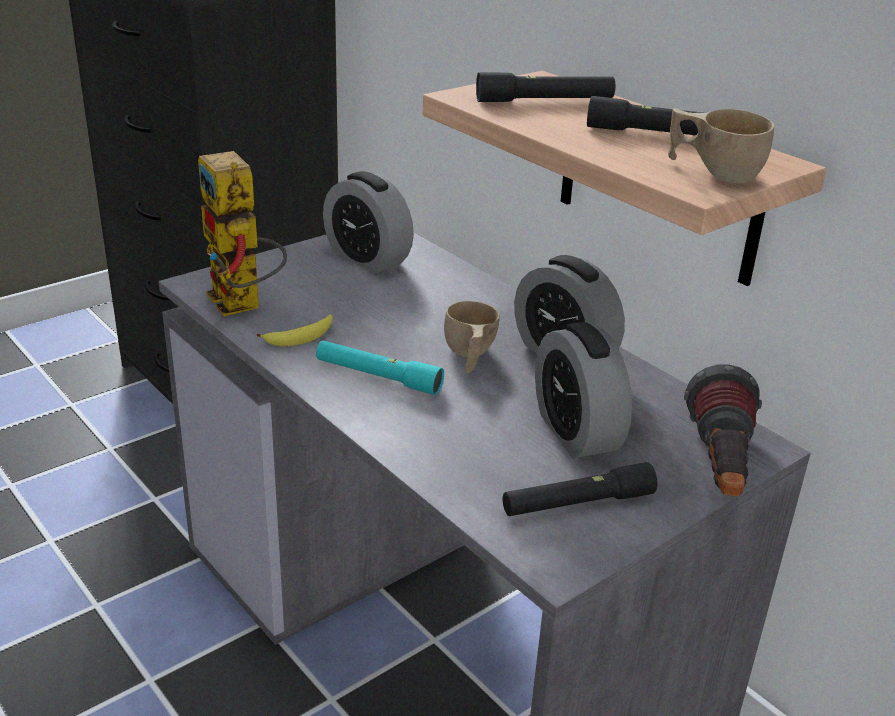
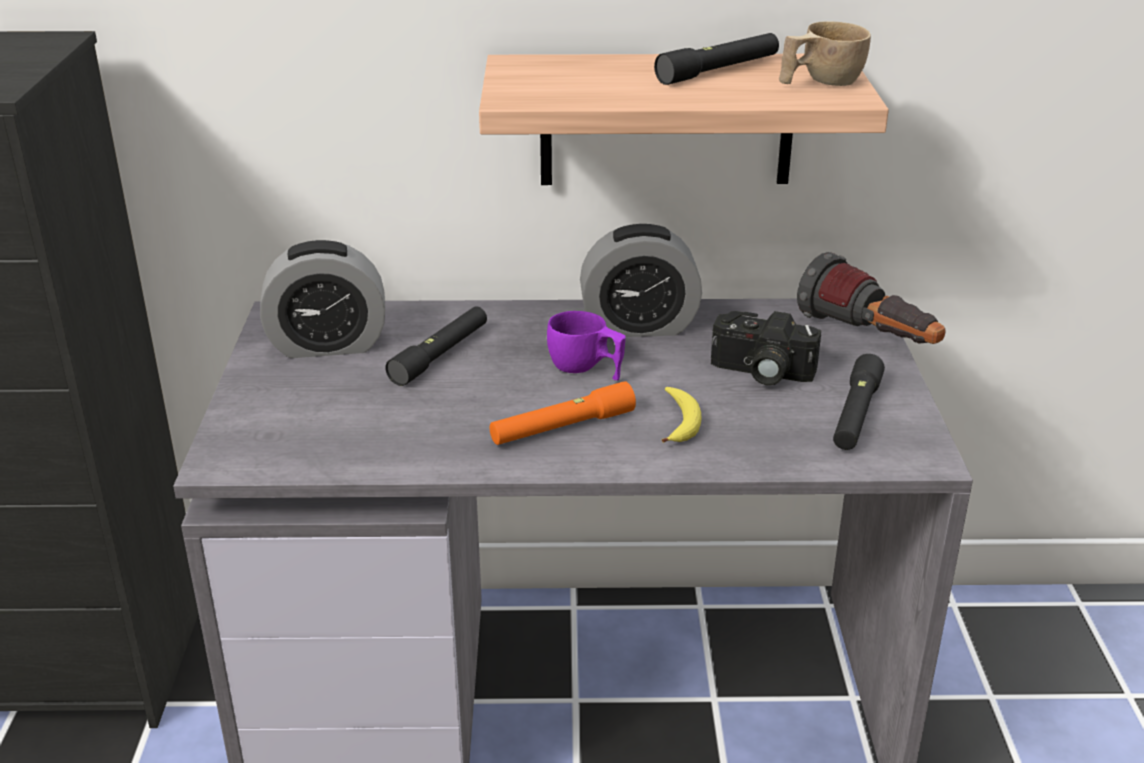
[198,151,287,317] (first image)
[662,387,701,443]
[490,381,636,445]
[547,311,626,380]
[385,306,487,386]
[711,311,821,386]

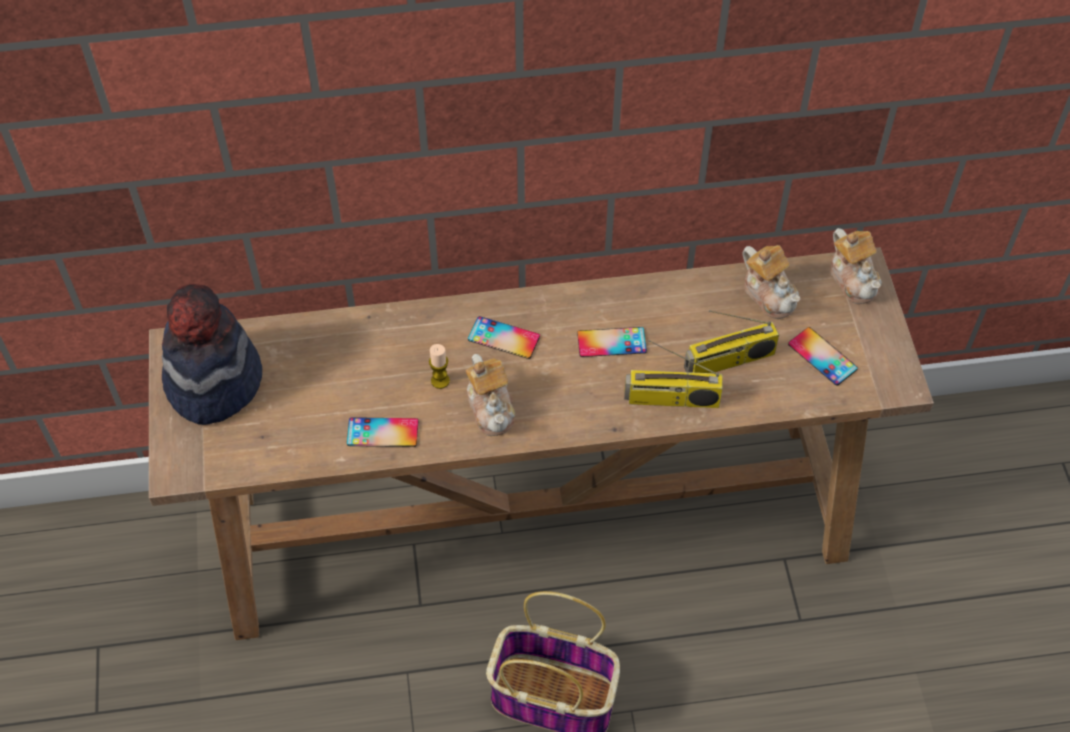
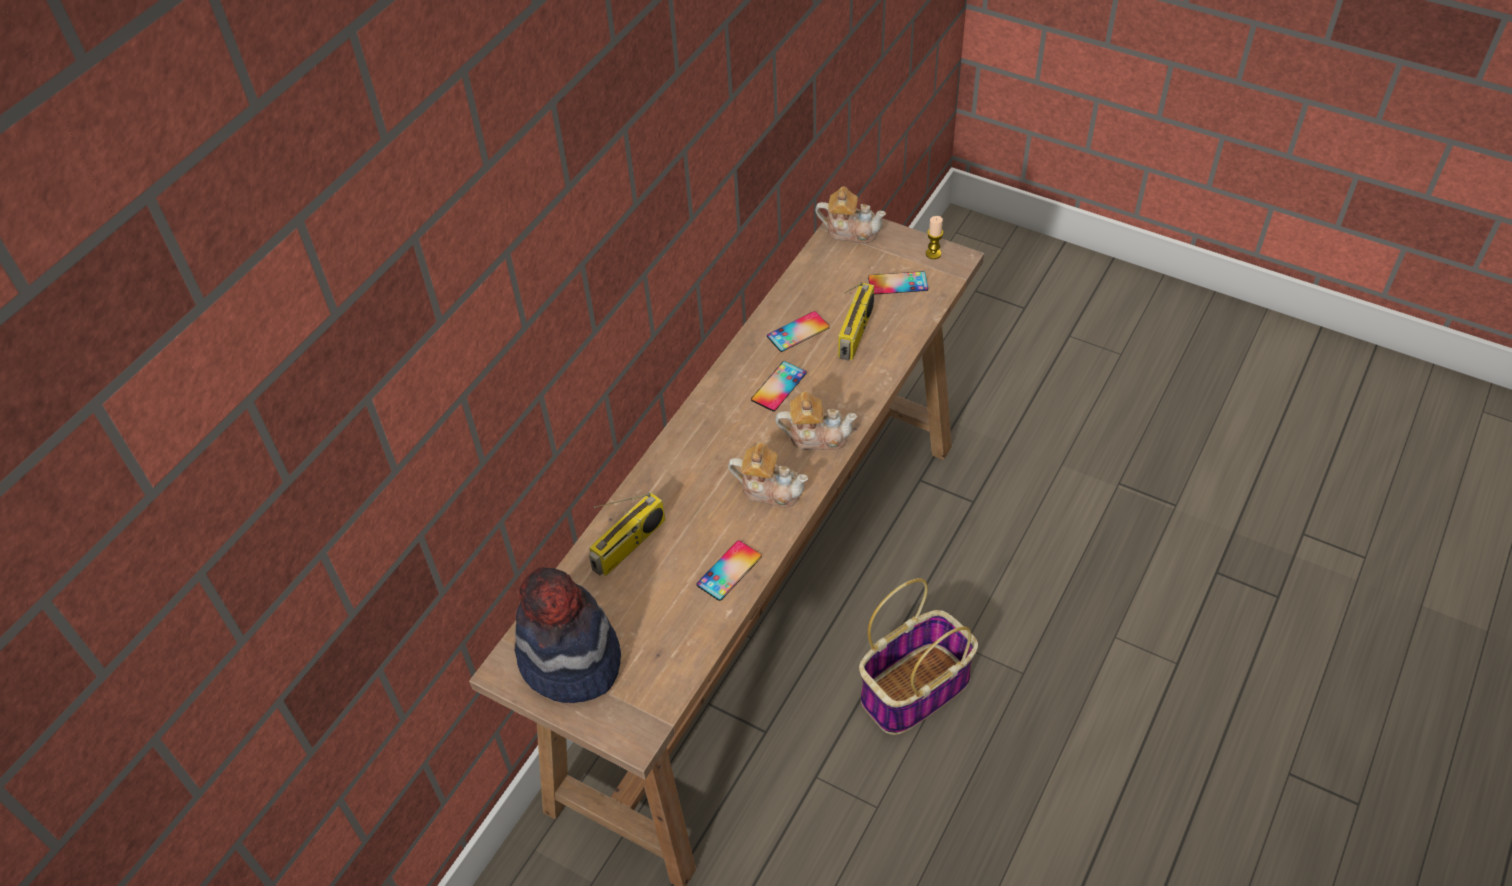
[926,216,943,259]
[767,311,830,352]
[589,492,665,576]
[775,391,857,450]

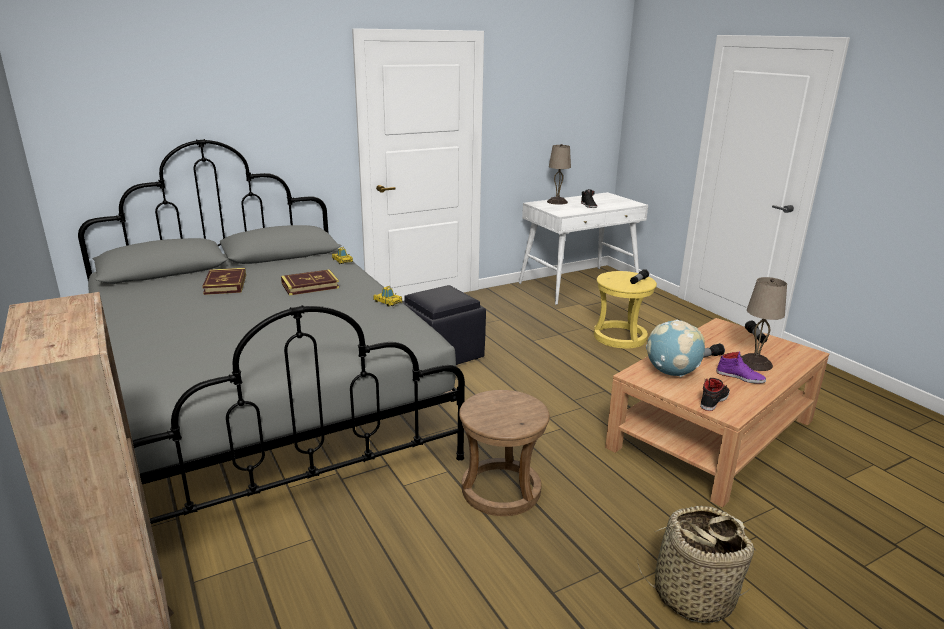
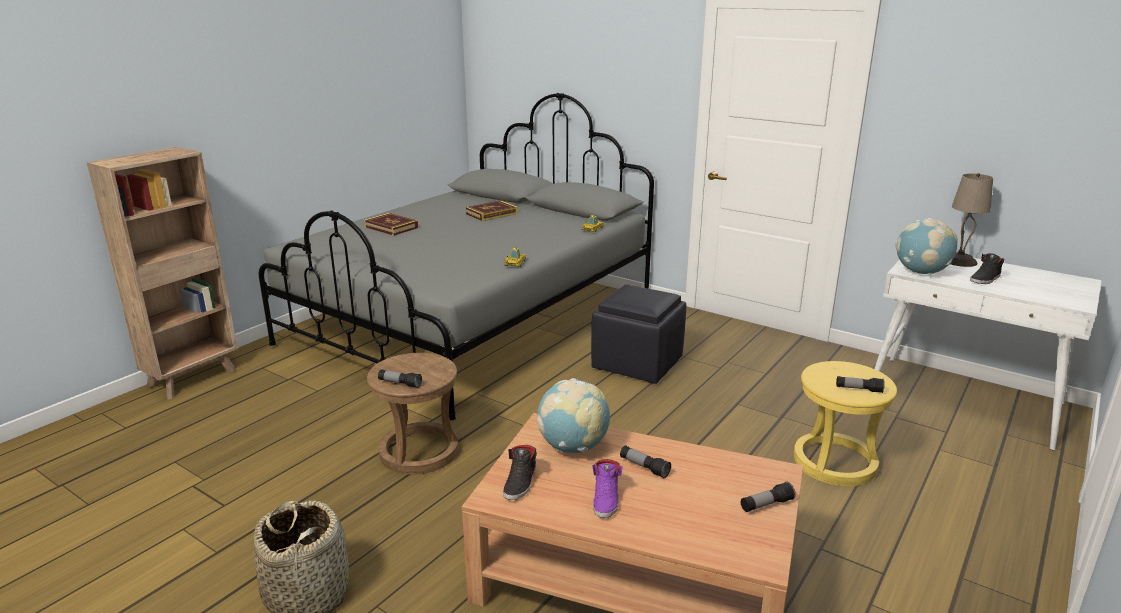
[364,213,418,236]
[503,445,537,500]
[742,277,787,371] (first image)
[378,369,422,388]
[895,218,958,275]

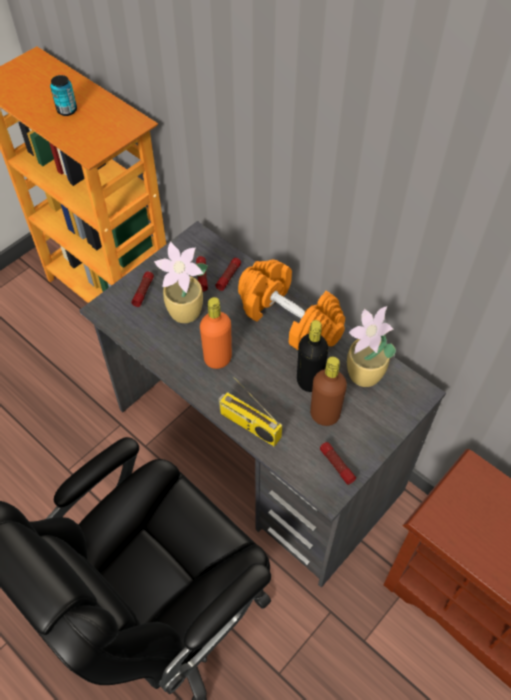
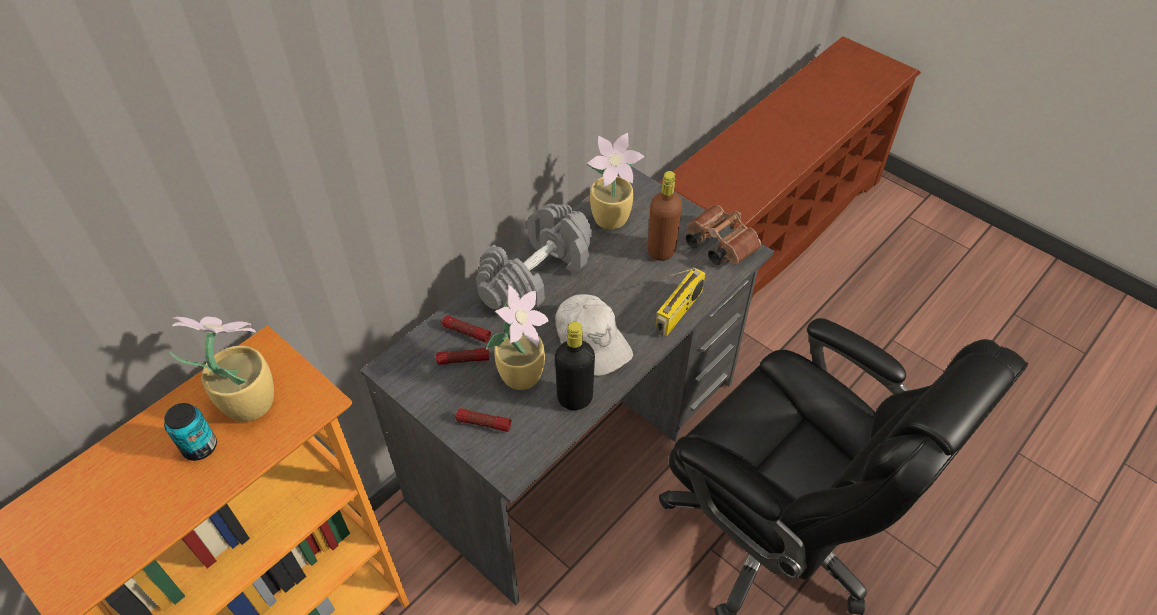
[555,294,633,376]
[476,204,592,311]
[555,322,595,410]
[686,205,761,265]
[170,317,274,422]

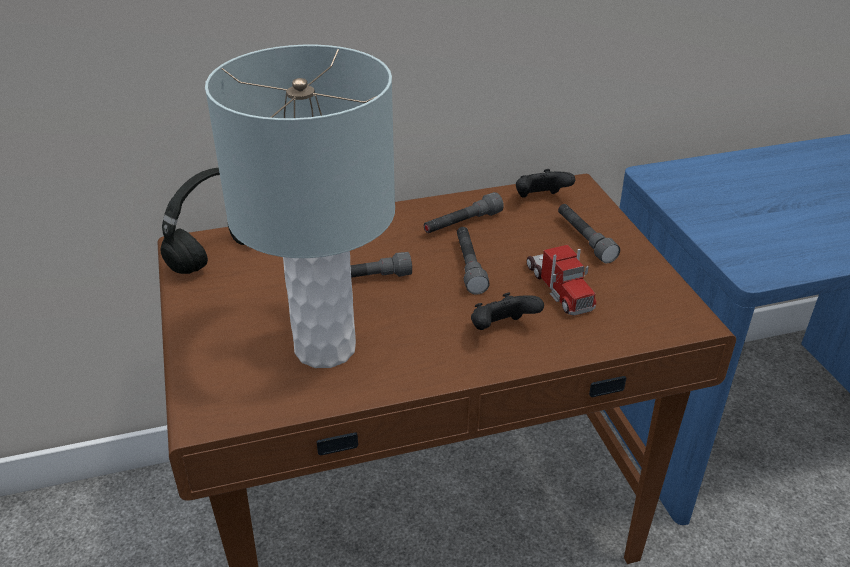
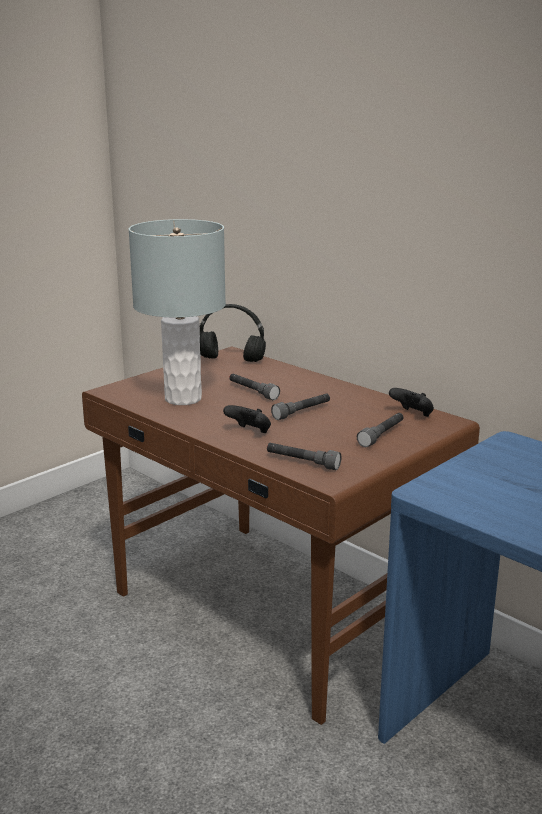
[267,443,341,470]
[527,245,596,316] (first image)

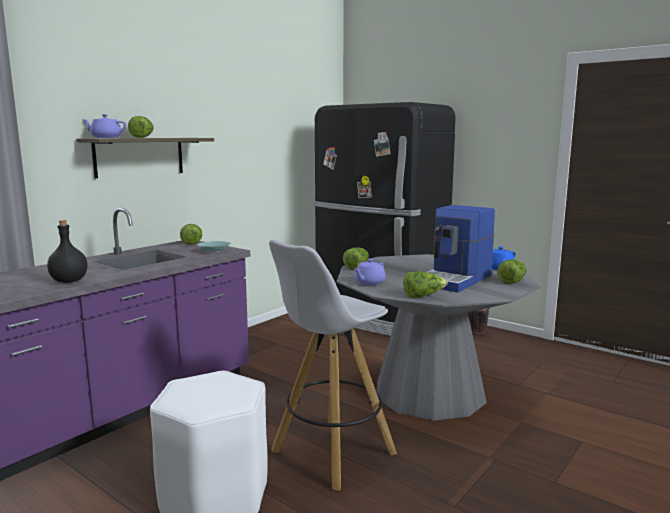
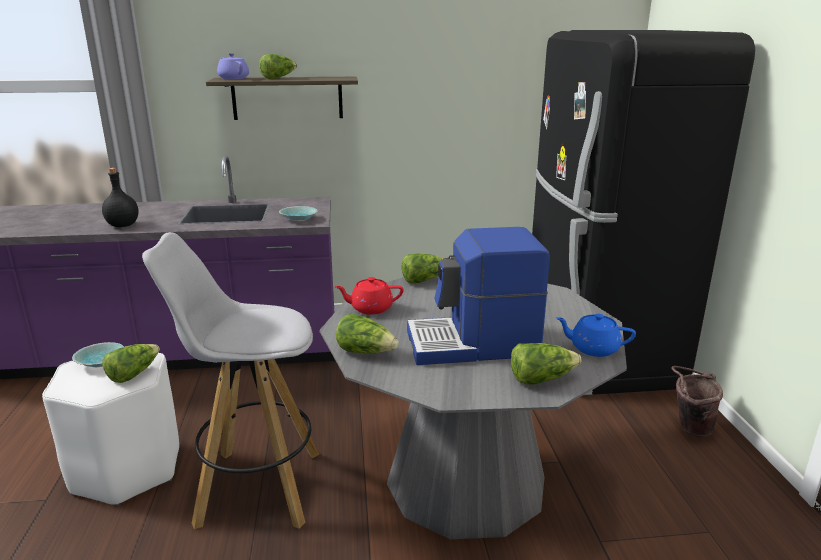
[102,344,160,383]
[334,277,403,315]
[72,342,124,367]

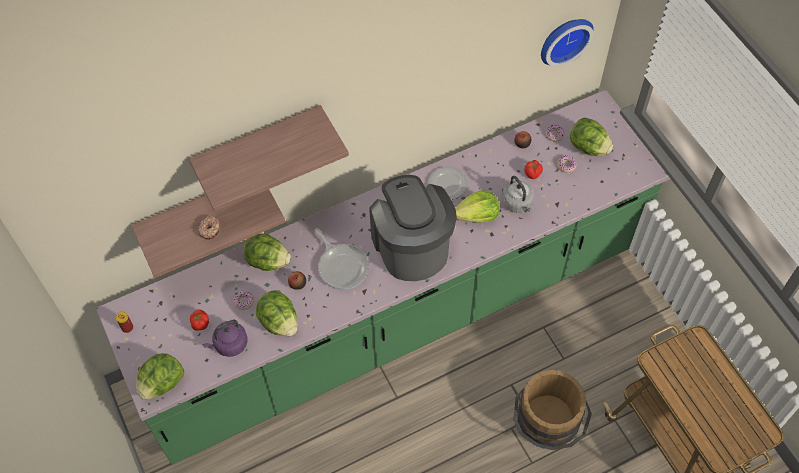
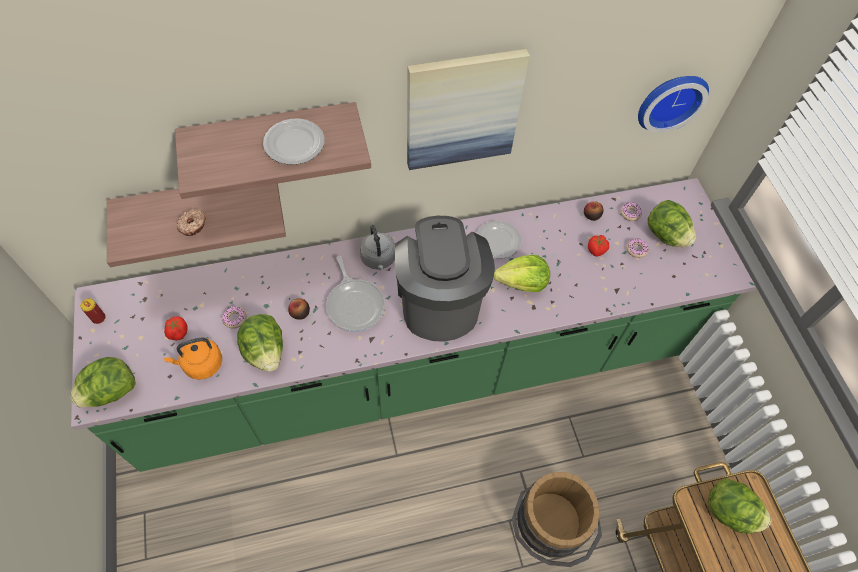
[164,337,222,380]
[708,478,772,533]
[359,225,395,270]
[263,119,325,165]
[407,49,530,170]

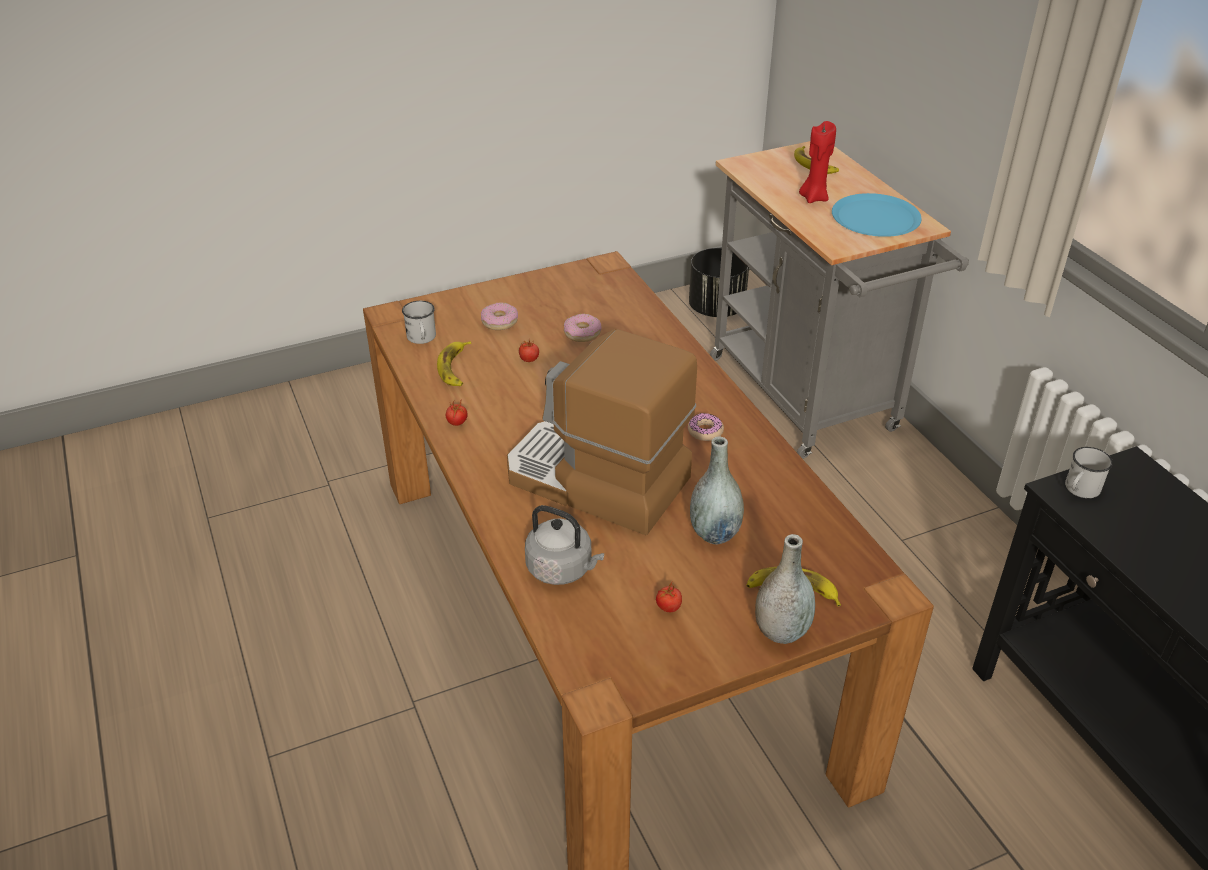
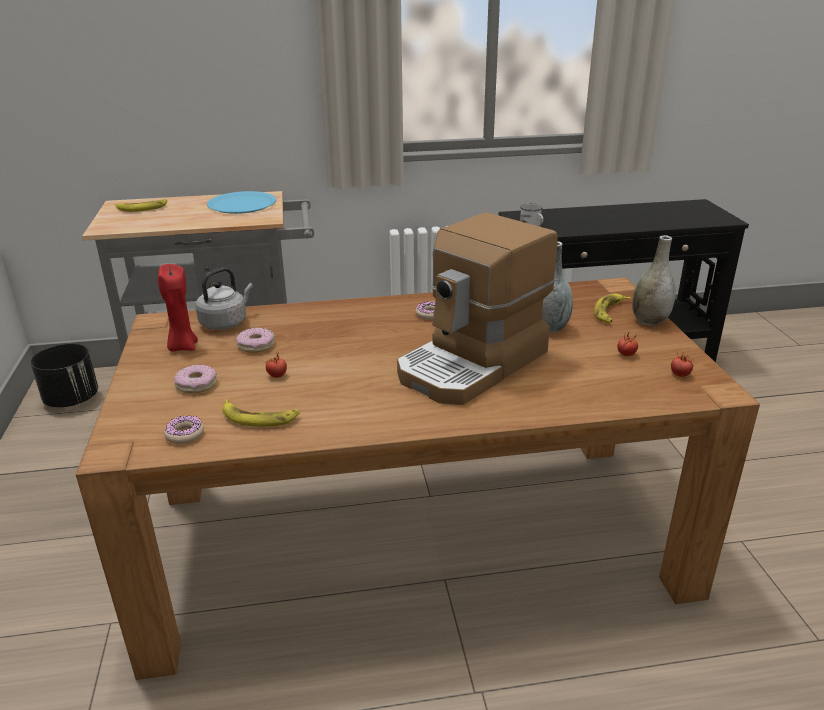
[164,416,204,444]
[671,352,694,377]
[195,267,253,330]
[158,264,198,351]

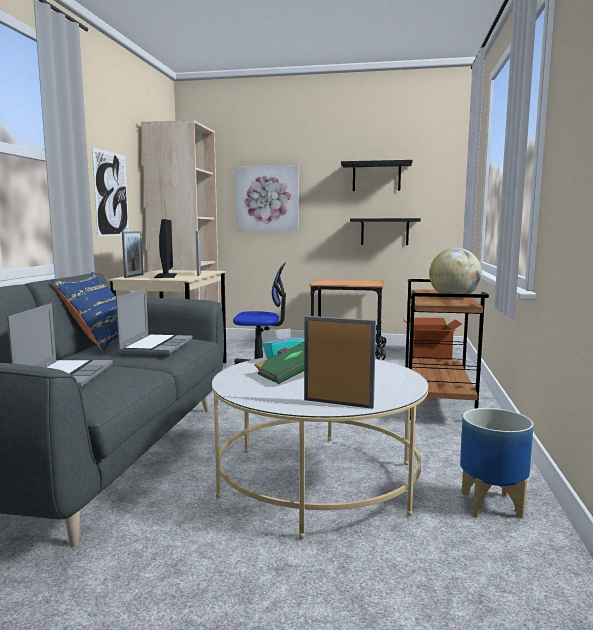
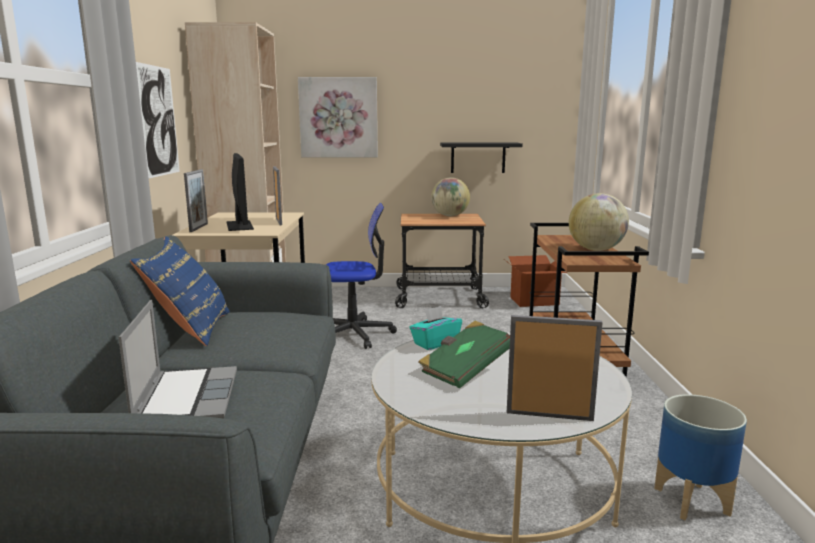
[116,288,192,355] (first image)
[341,160,412,191] (first image)
[431,177,470,216]

